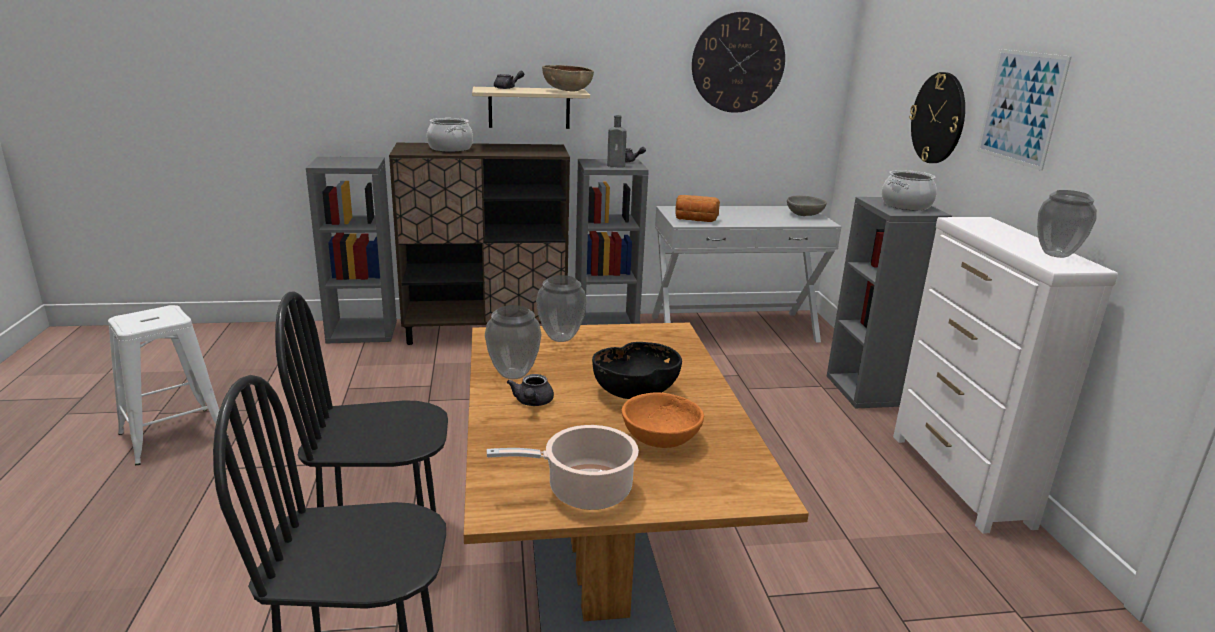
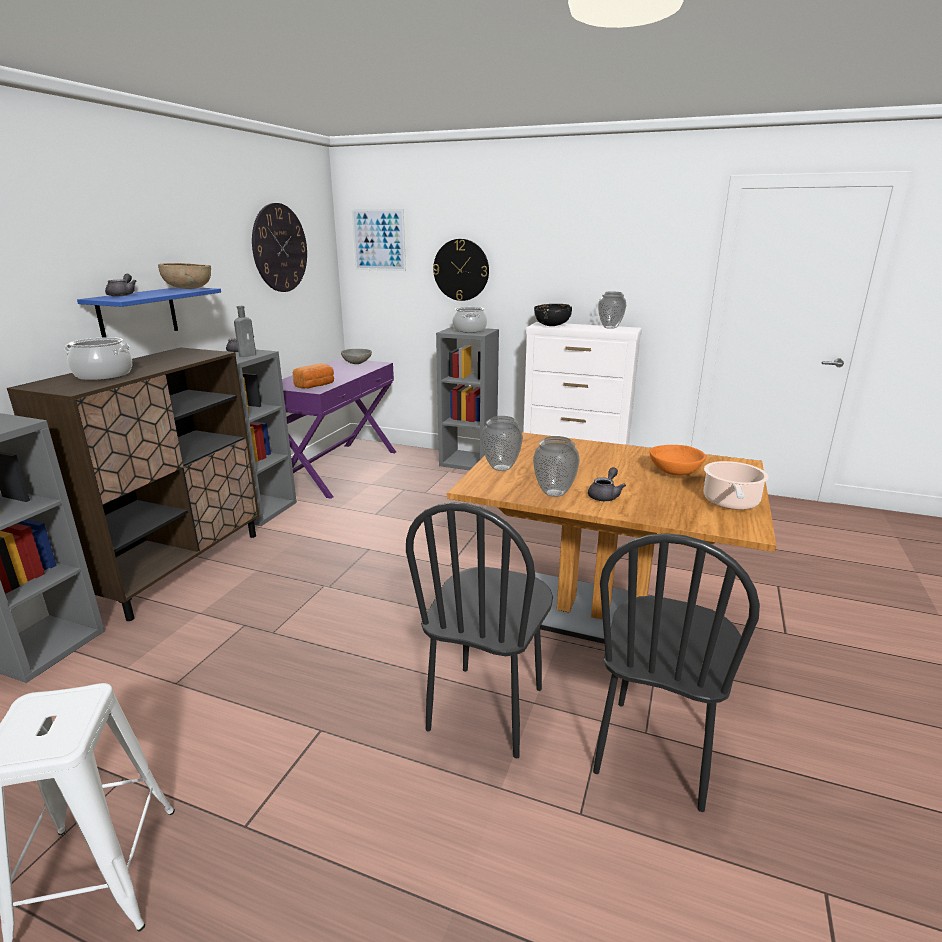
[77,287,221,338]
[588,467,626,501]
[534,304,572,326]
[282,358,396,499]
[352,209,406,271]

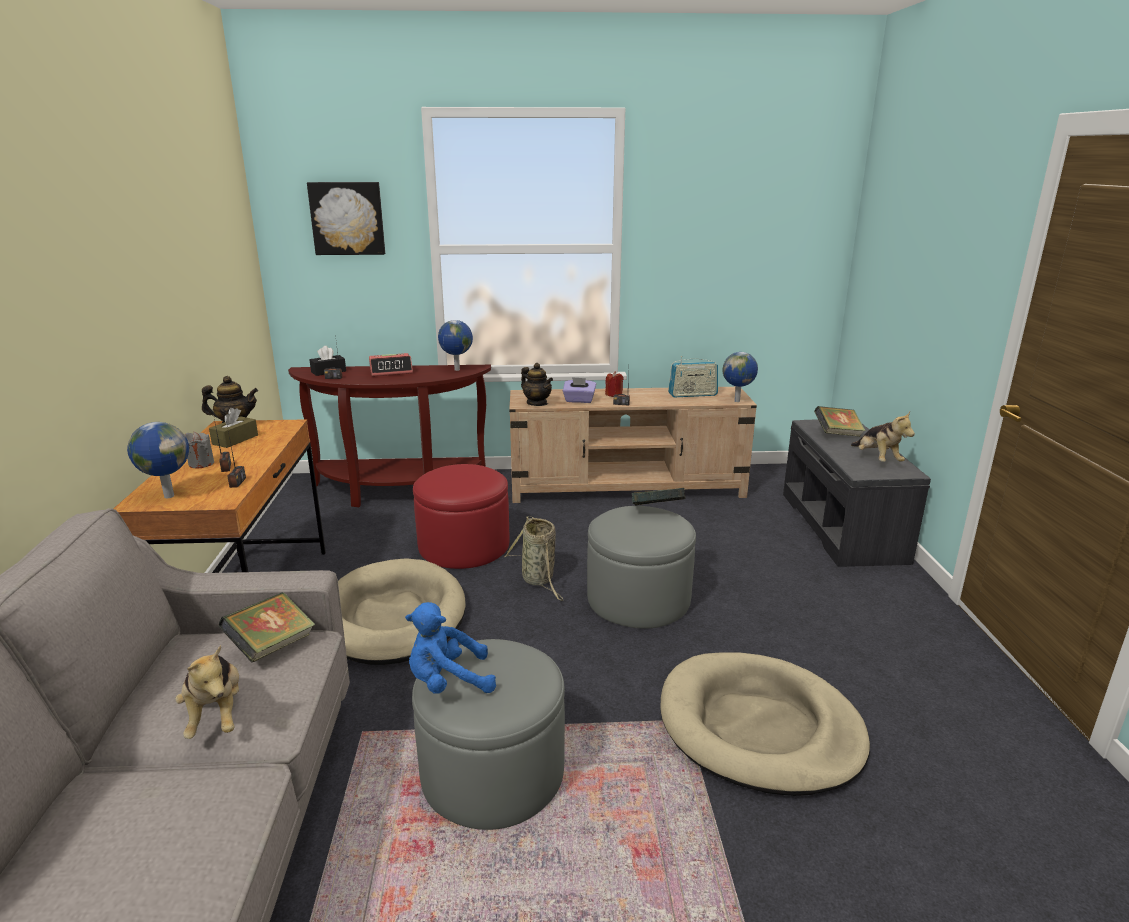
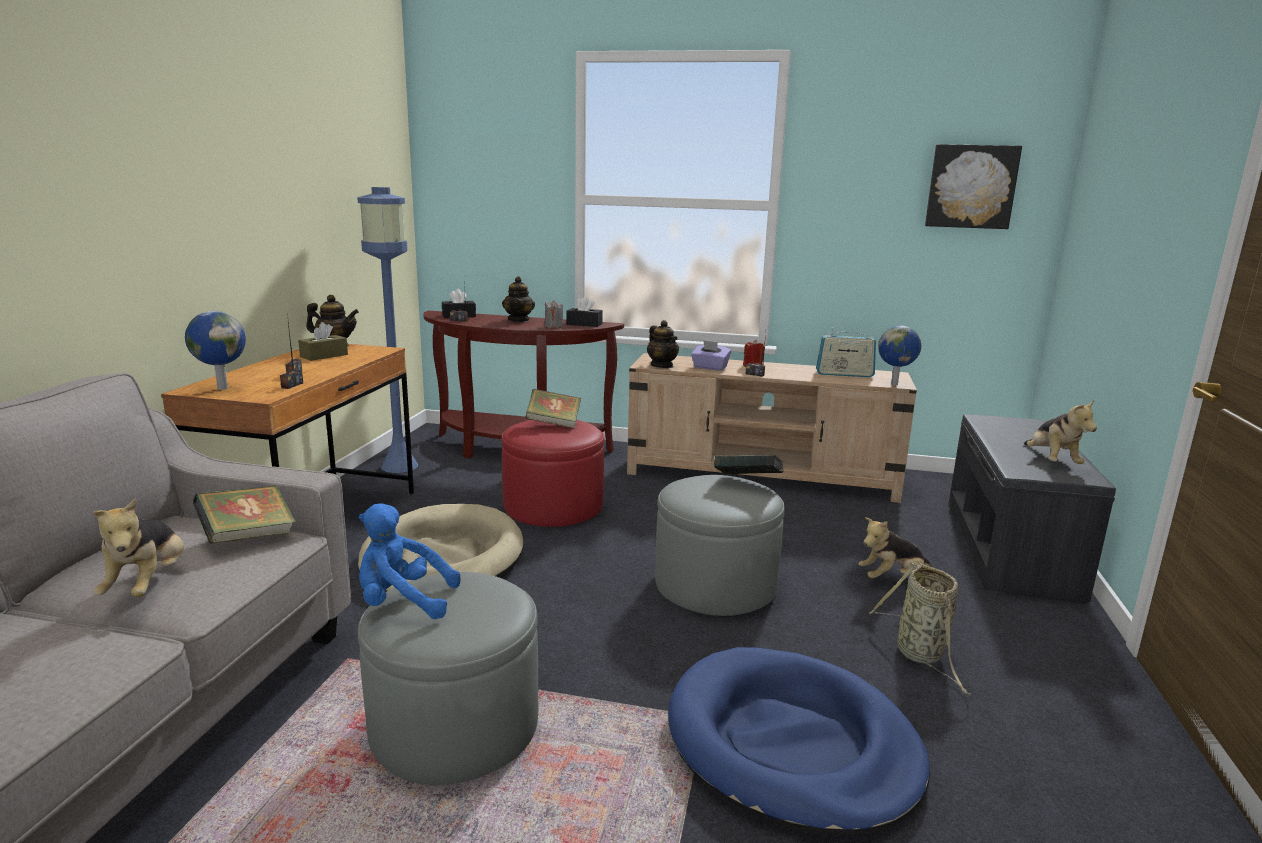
[545,300,563,329]
[925,144,1022,229]
[502,276,535,322]
[567,296,603,327]
[869,562,970,695]
[668,647,930,835]
[525,389,581,428]
[357,187,418,473]
[859,517,932,578]

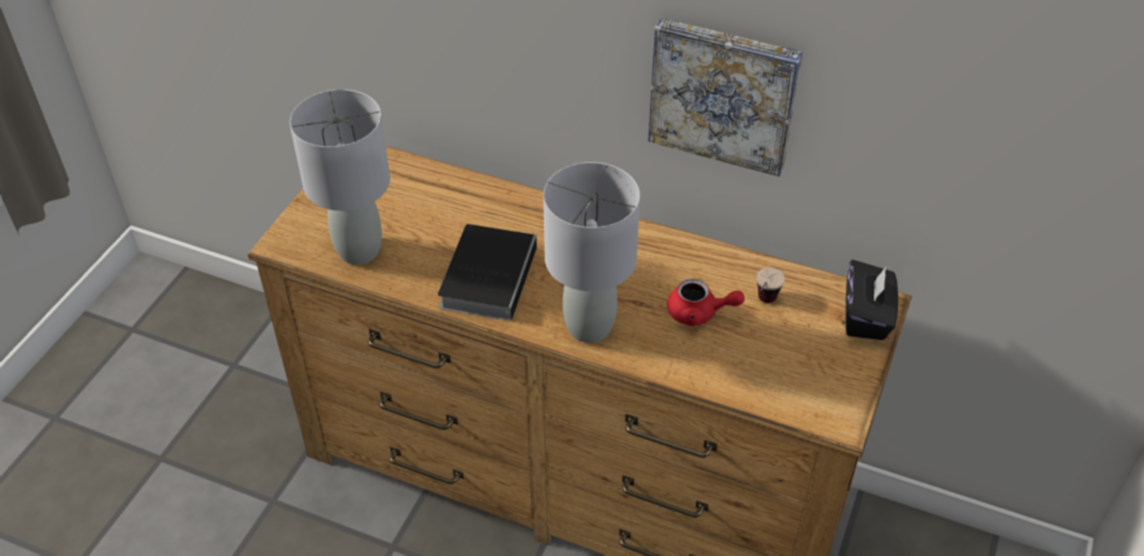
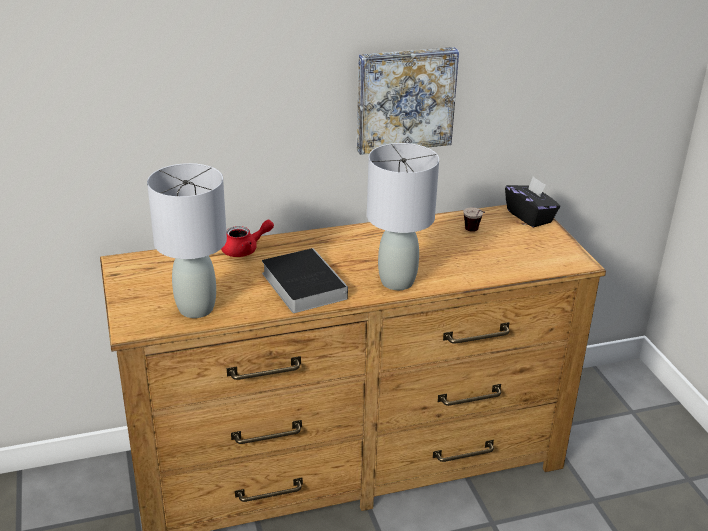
[221,220,274,257]

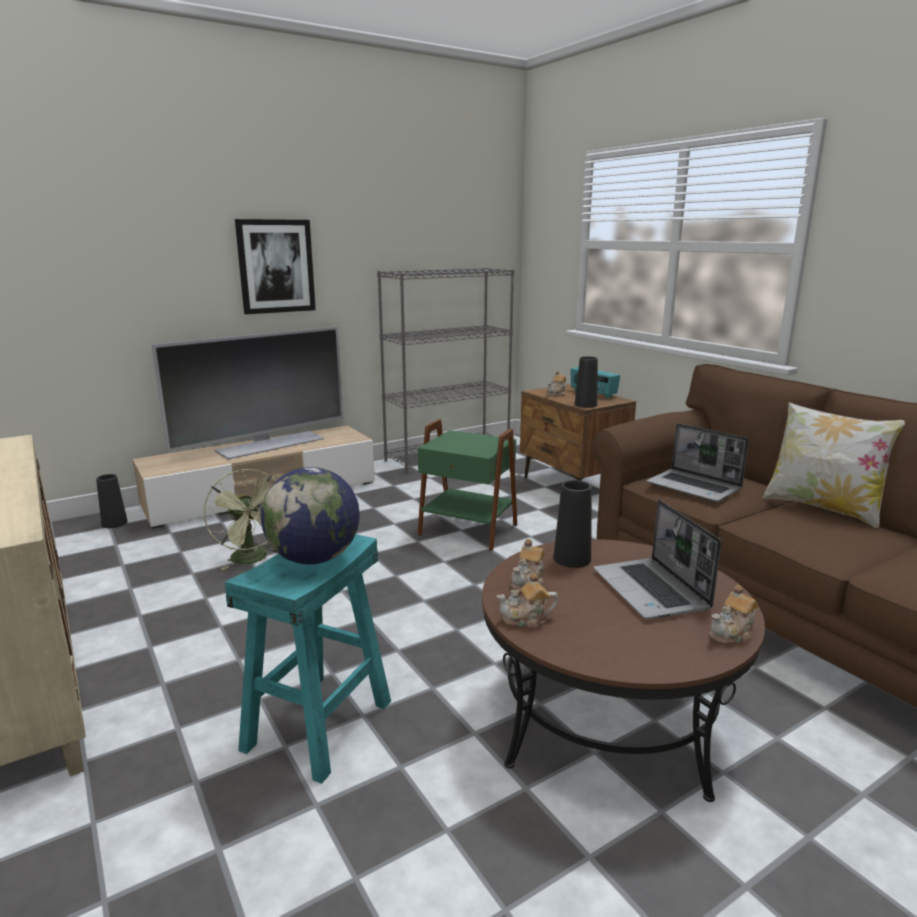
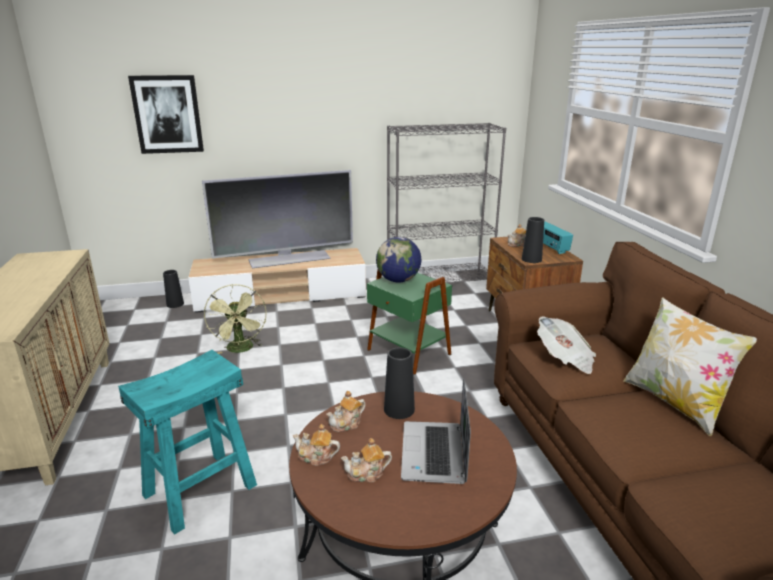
[128,75,204,154]
[376,237,421,283]
[537,316,596,374]
[341,438,392,483]

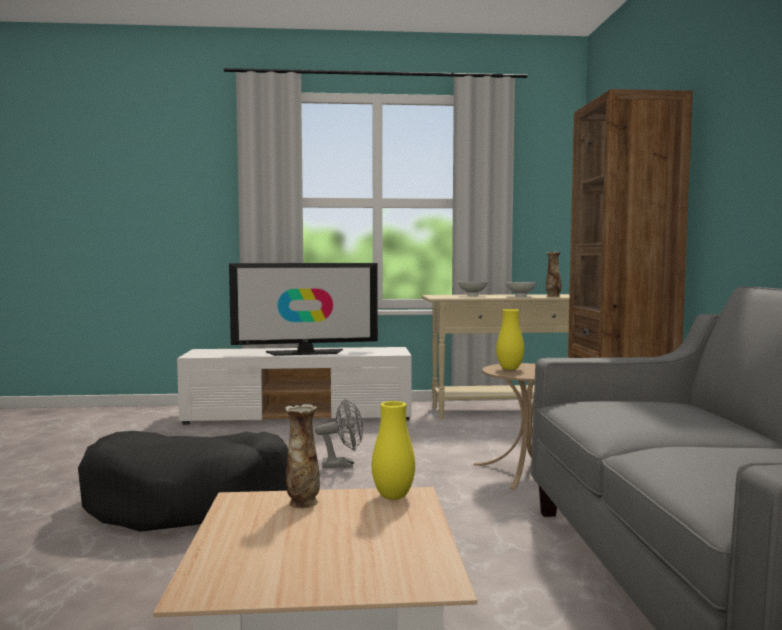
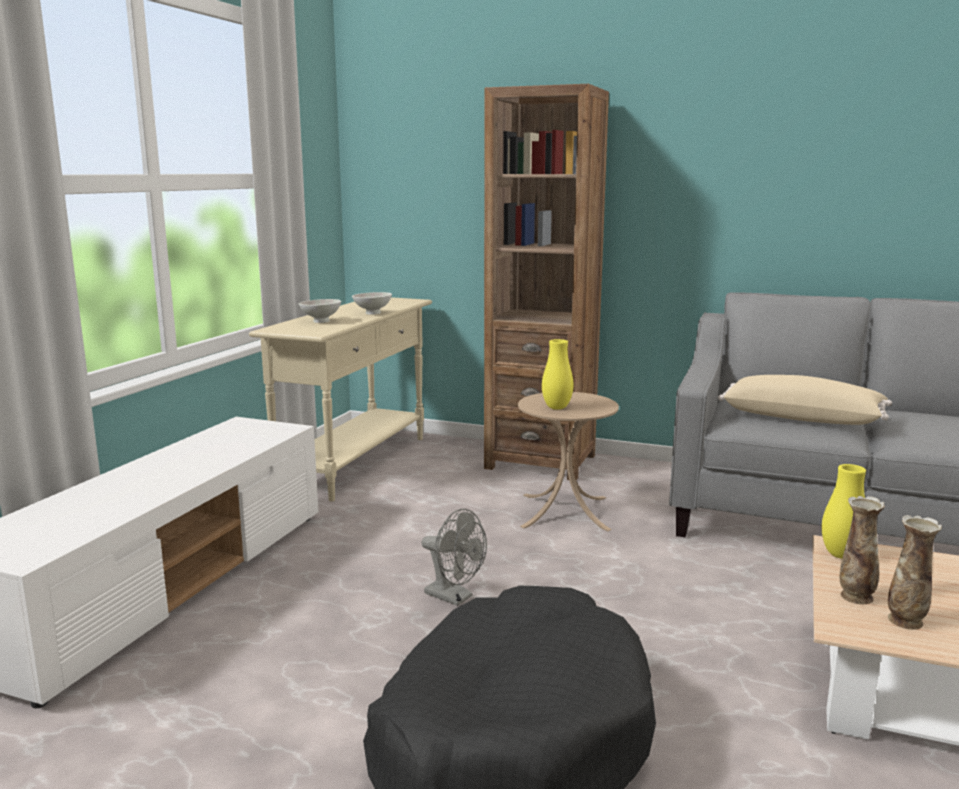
[229,263,378,356] (first image)
[421,509,487,606]
[888,515,942,630]
[718,375,892,425]

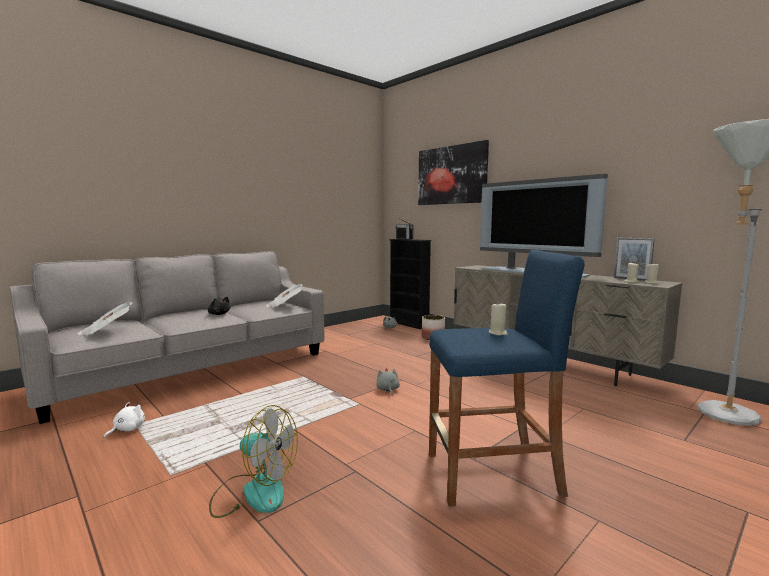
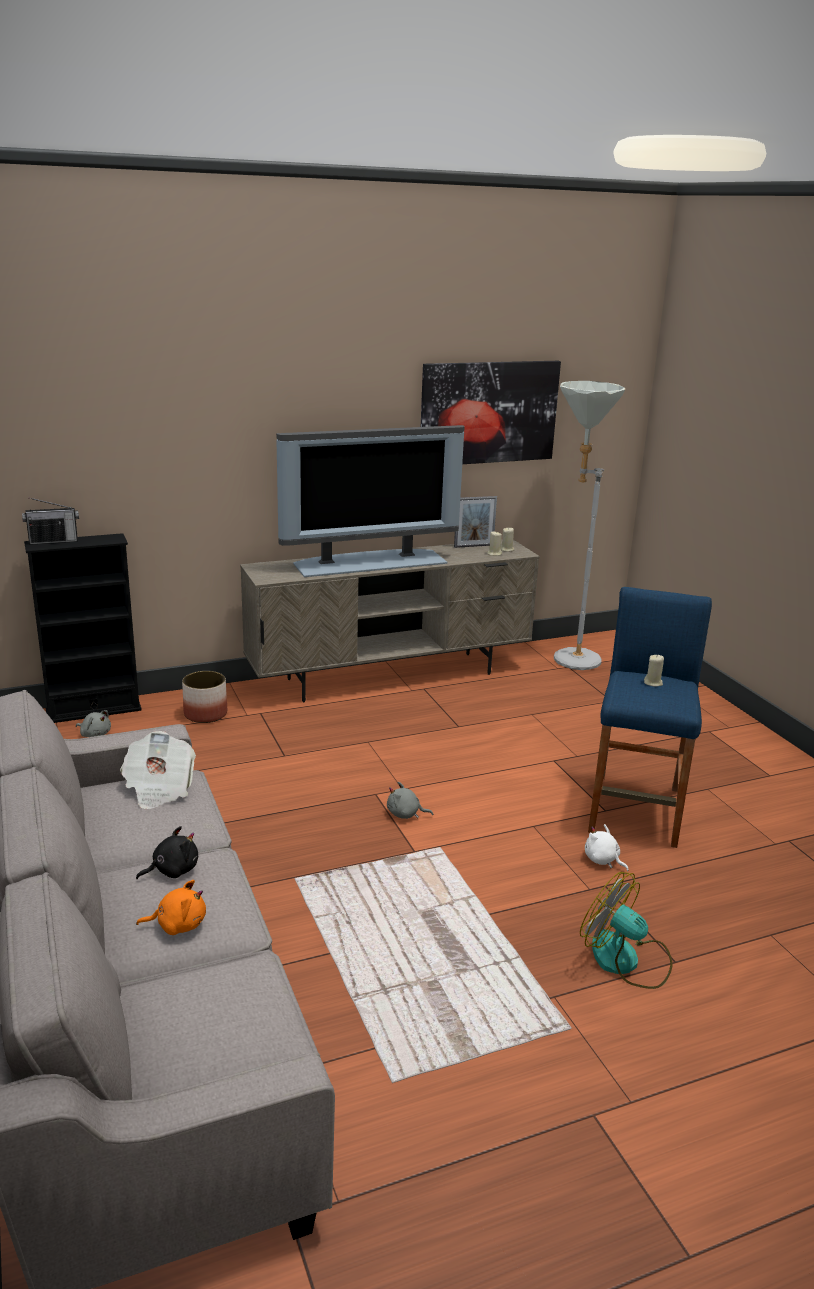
[78,302,133,335] (first image)
[585,824,629,871]
[580,872,672,989]
[421,361,561,464]
[136,880,206,935]

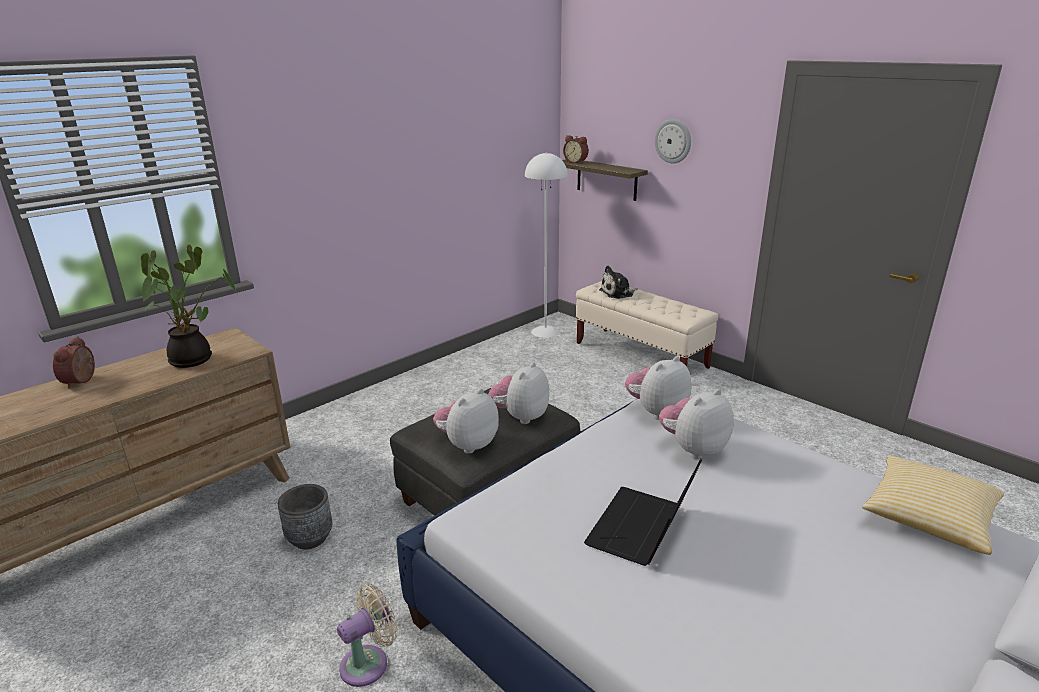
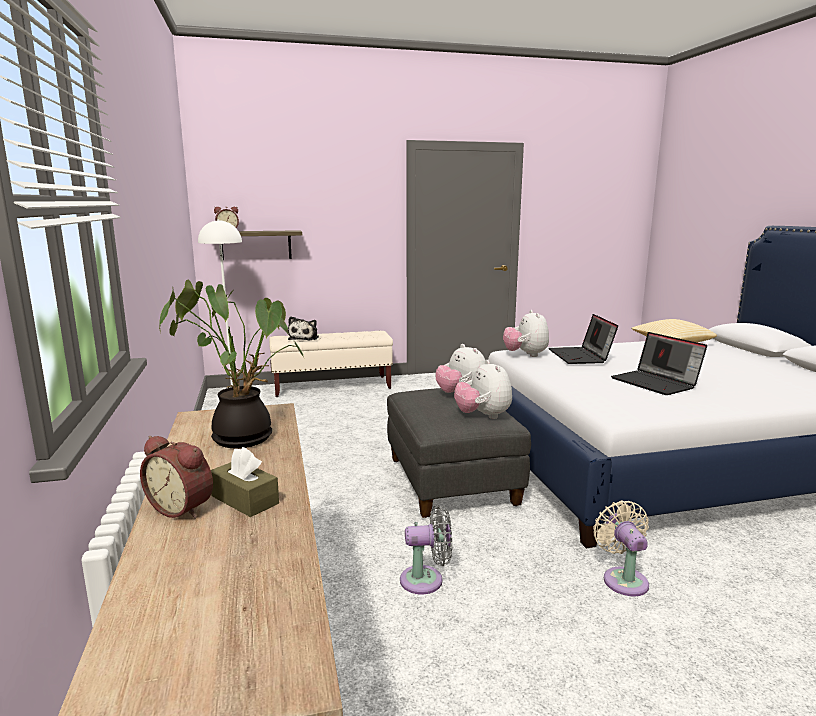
[400,505,452,594]
[655,119,691,163] (first image)
[549,314,618,364]
[211,447,279,517]

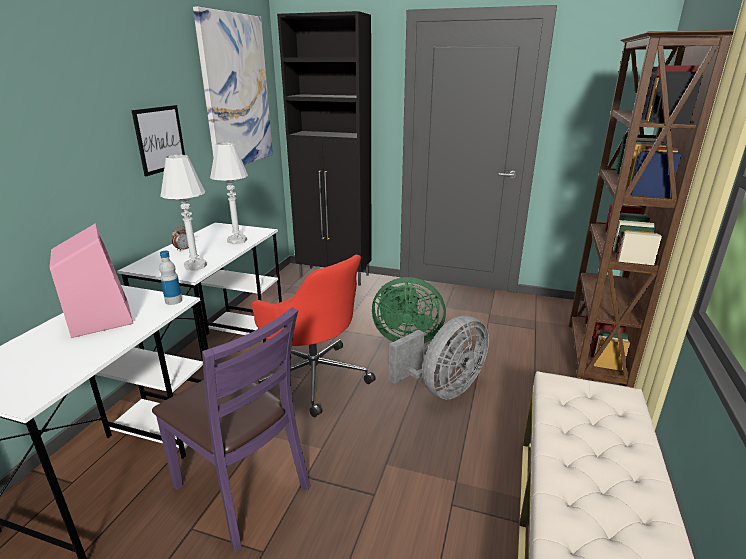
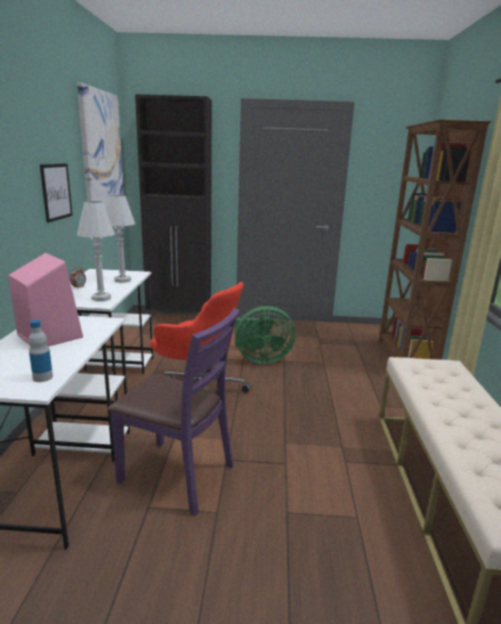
[28,320,53,382]
[389,316,489,399] (first image)

